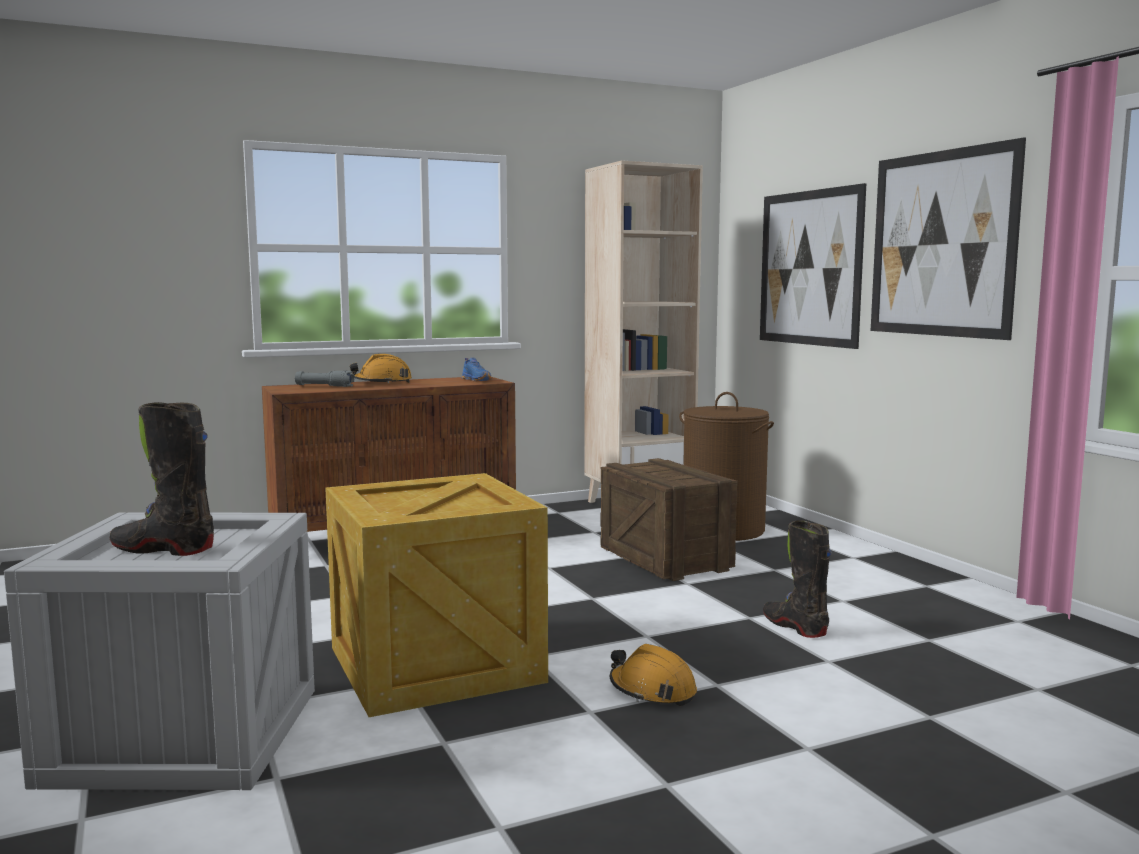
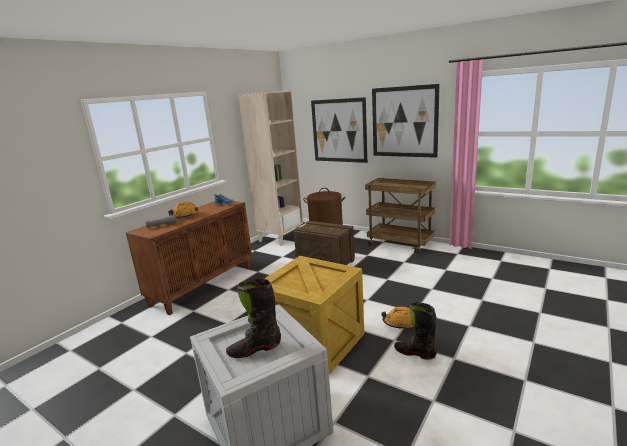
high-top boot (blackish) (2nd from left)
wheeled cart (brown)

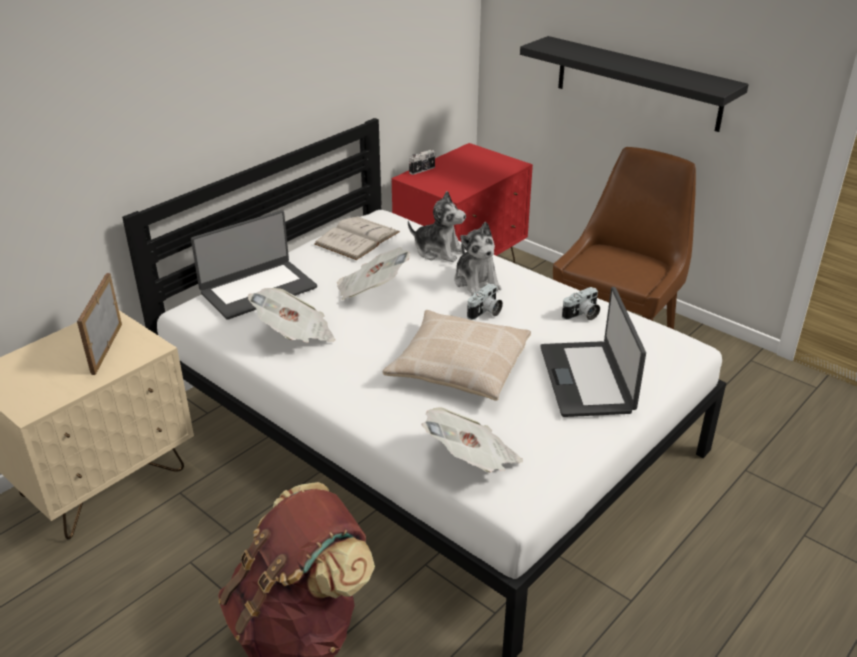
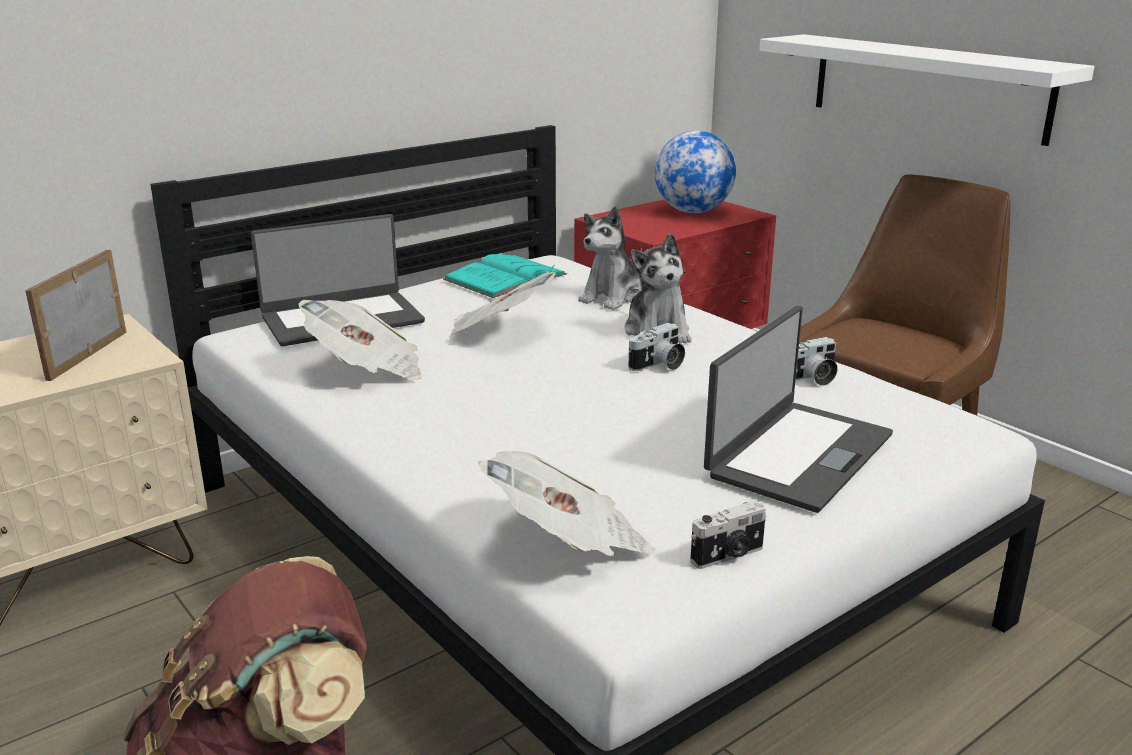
bound book (turquoise)
pillow (beige)
plush toy (1st from left)
still camera (2nd from left)
bracket shelf (white)
notebook computer (2nd from left)
globe

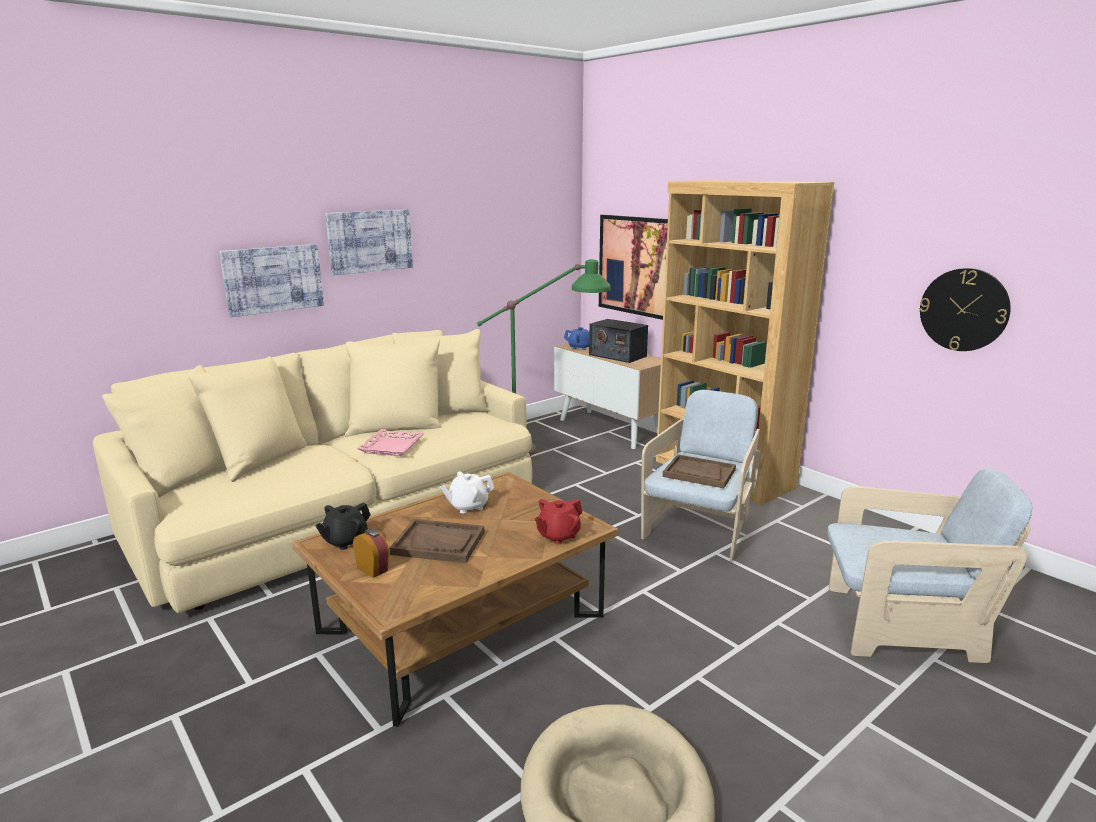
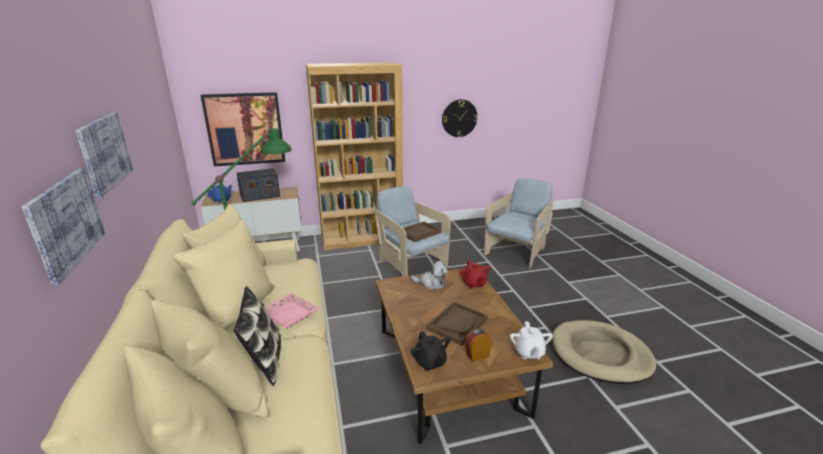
pot for tea (white)
pillow
plush toy

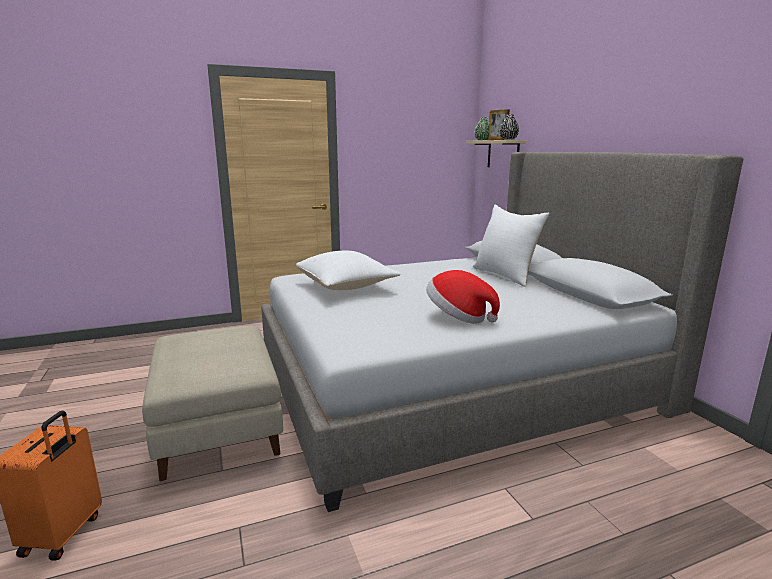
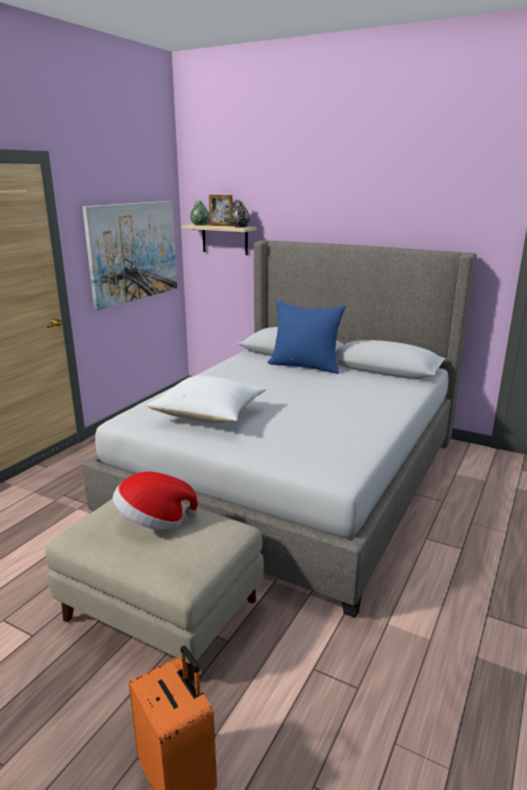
clothing hat
pillow (blue-coloured)
picture

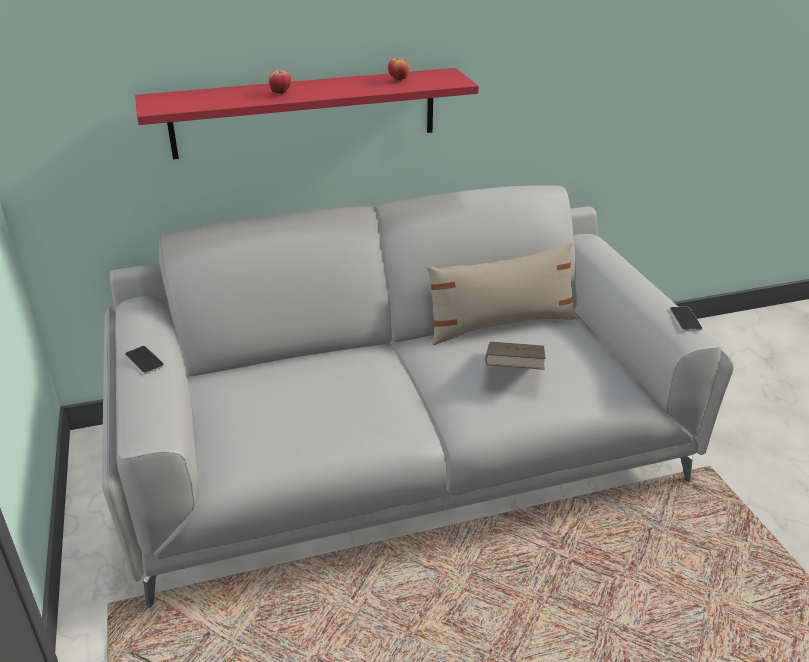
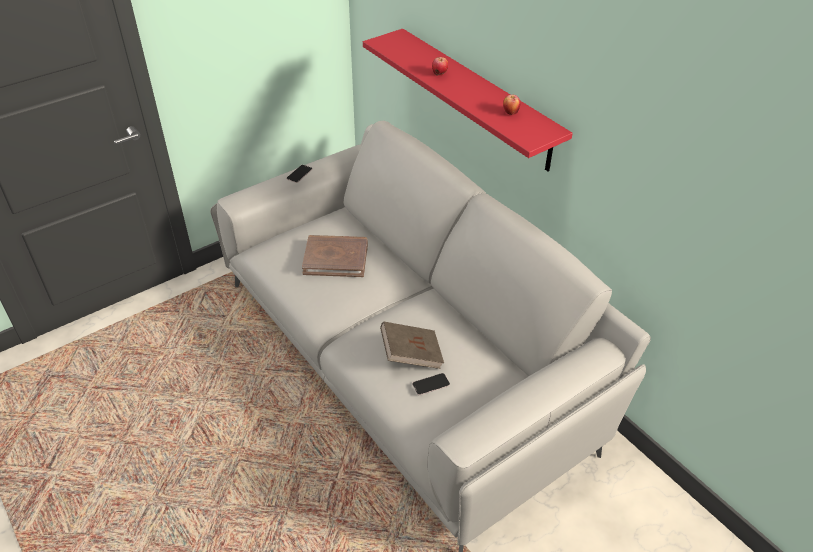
pillow (beige)
telephone (2nd from left)
bound book (brown) (1st from left)

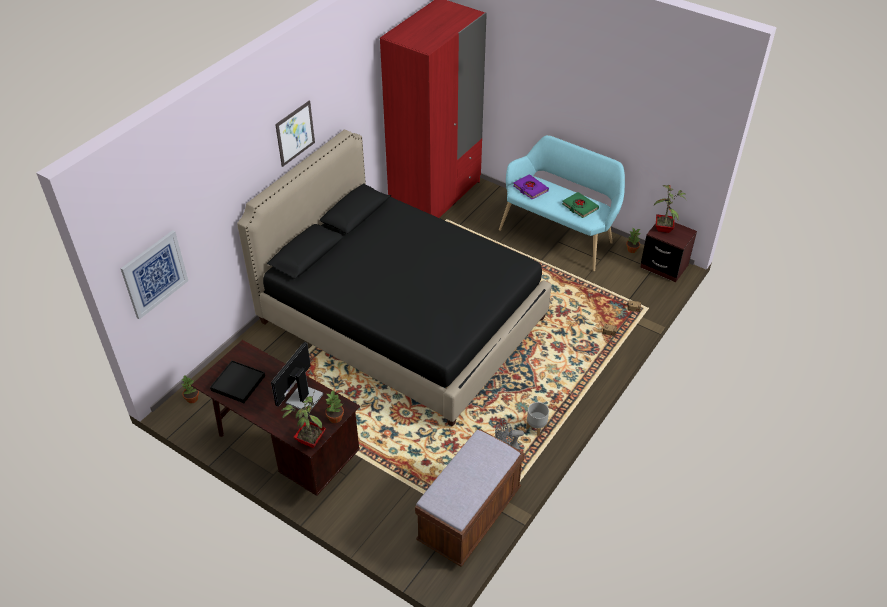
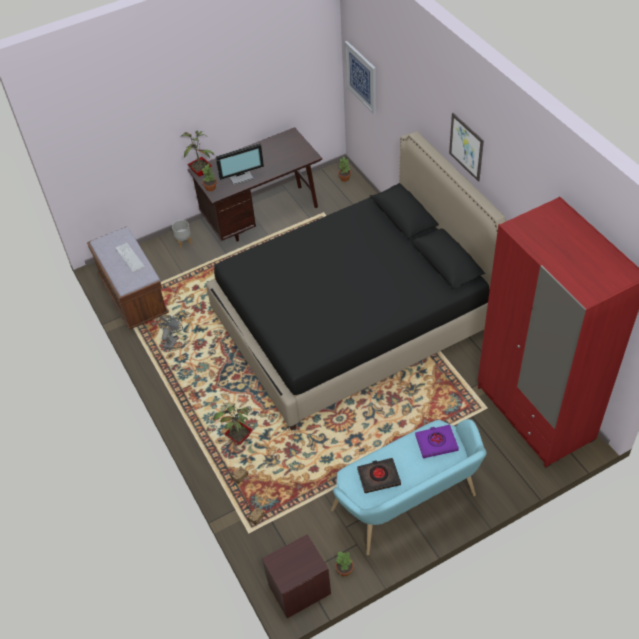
carrying tray (blackish)
computer screen
planter (greyish)
bound book (blackish)
houseplant (3rd from left)
computer keyboard

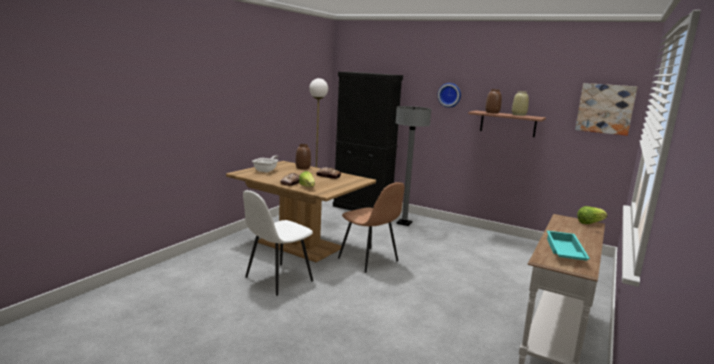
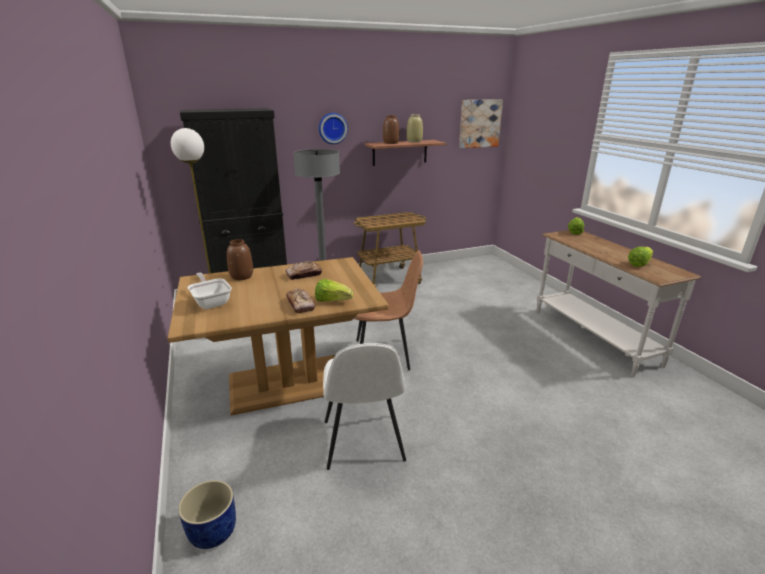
lettuce head (3rd from left)
planter (blue-coloured)
wheeled cart

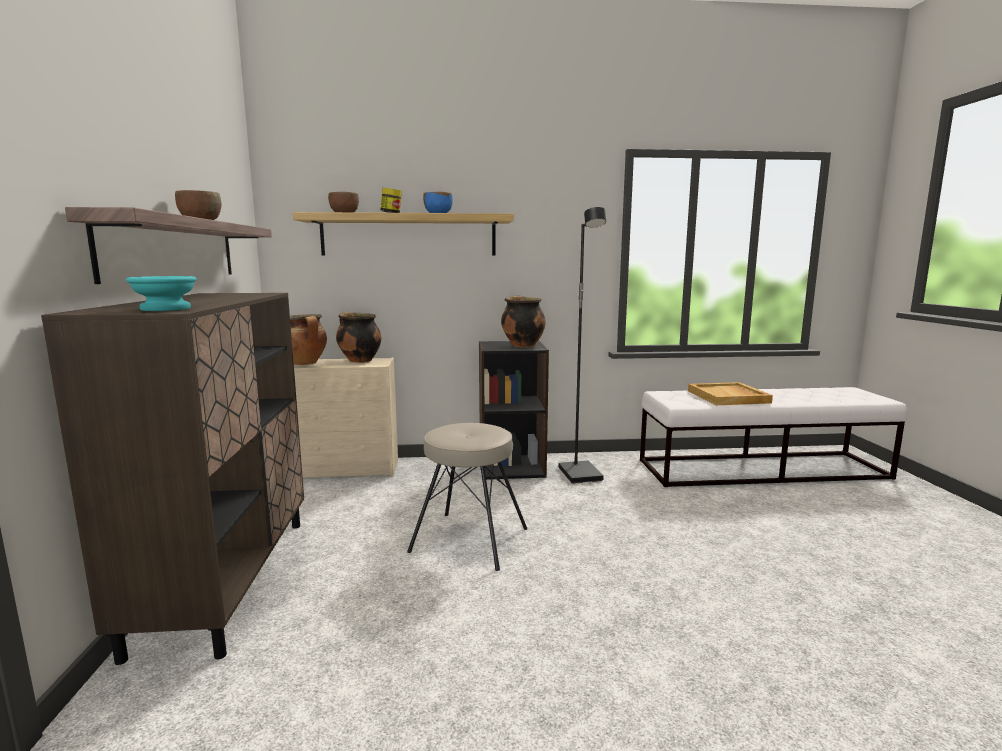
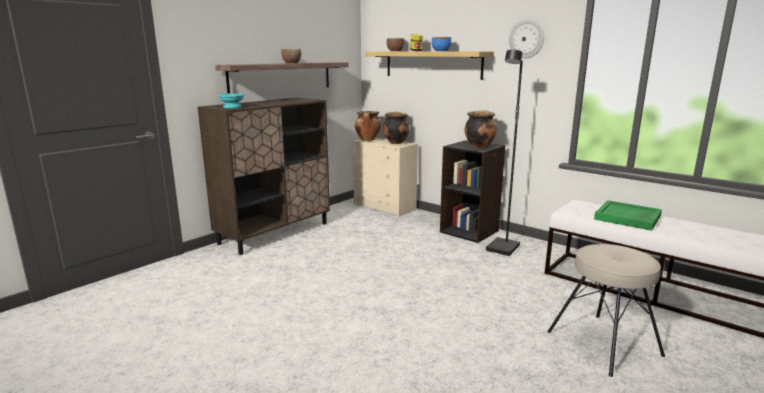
stool (beige)
carrying tray (green)
wall clock

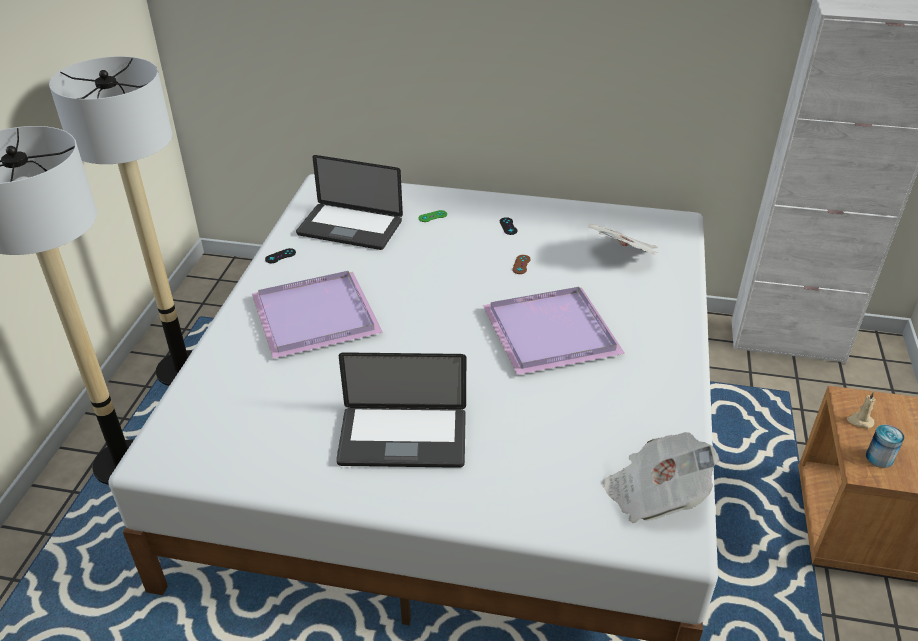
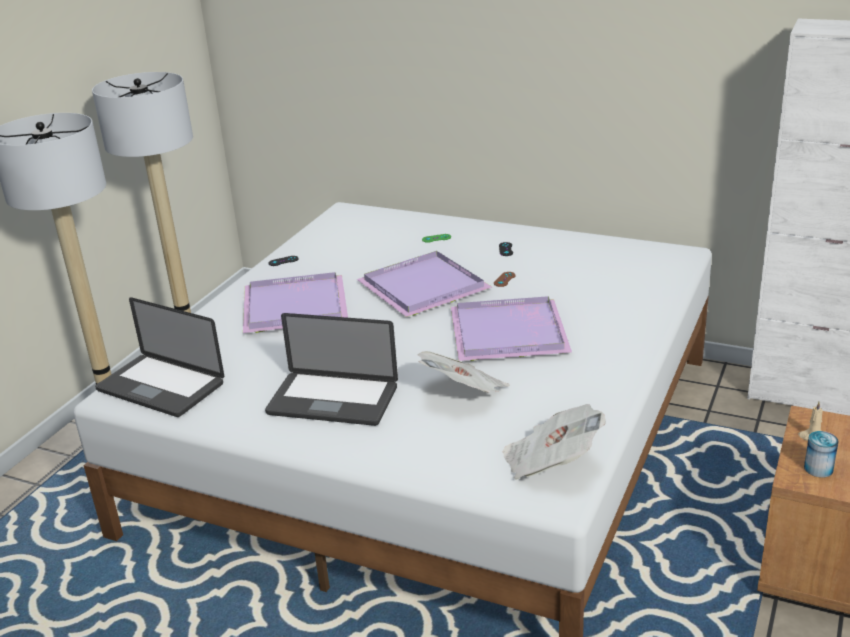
notebook computer (1st from left)
daily paper (1st from left)
carrying tray (purple) (2nd from left)

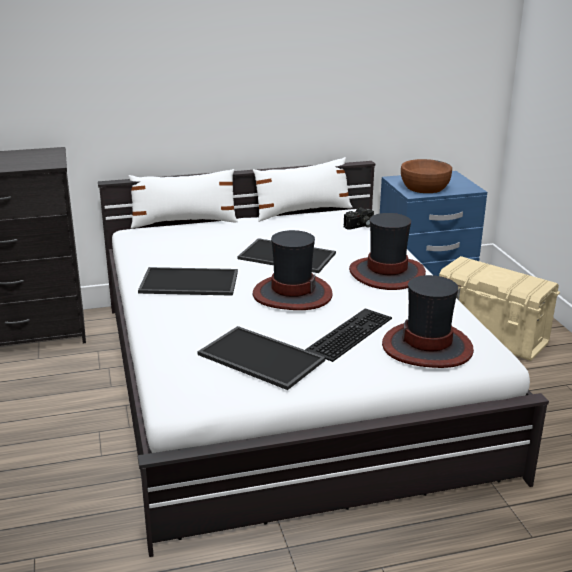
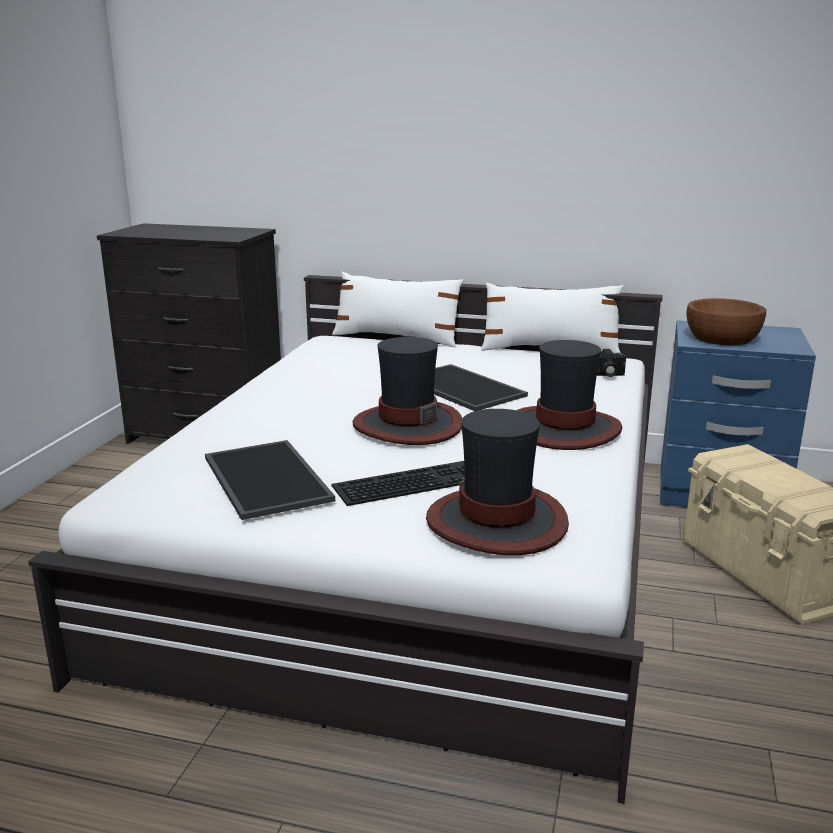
carrying tray (1st from left in the first image)

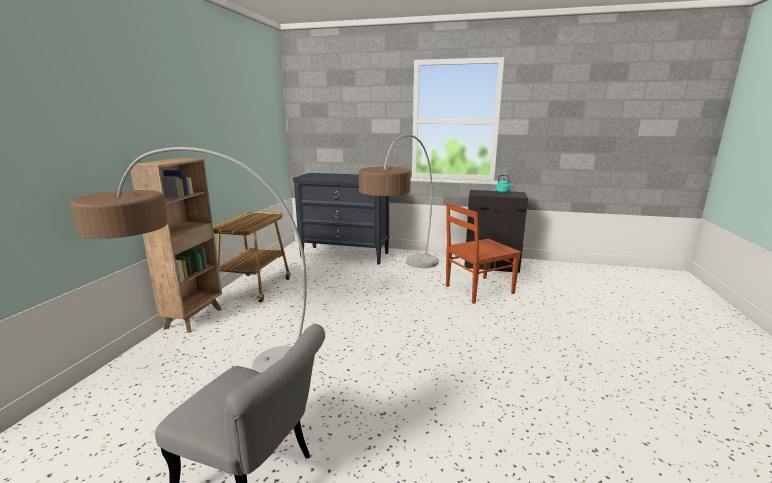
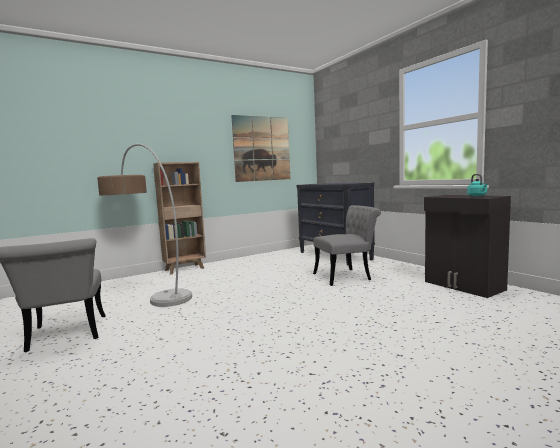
wheeled cart
upright chair (greyish) (2nd from left)
upright chair (brown)
picture

